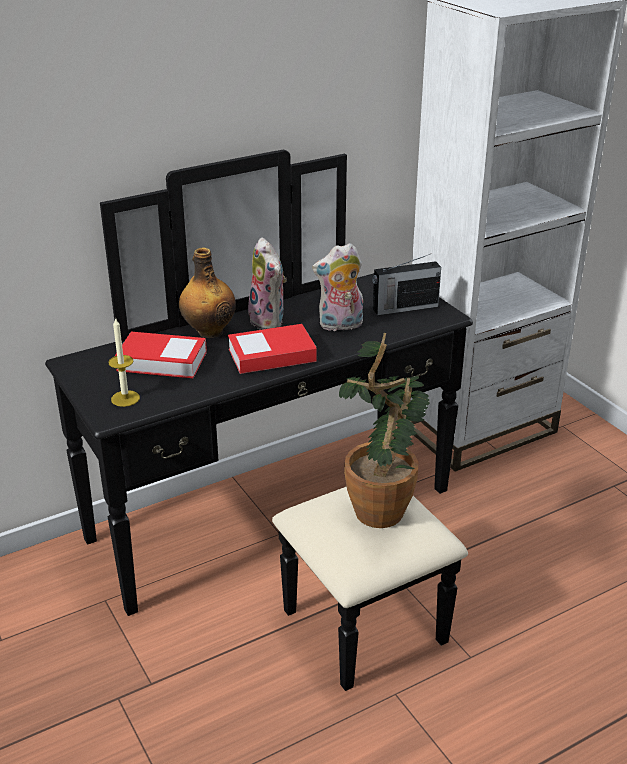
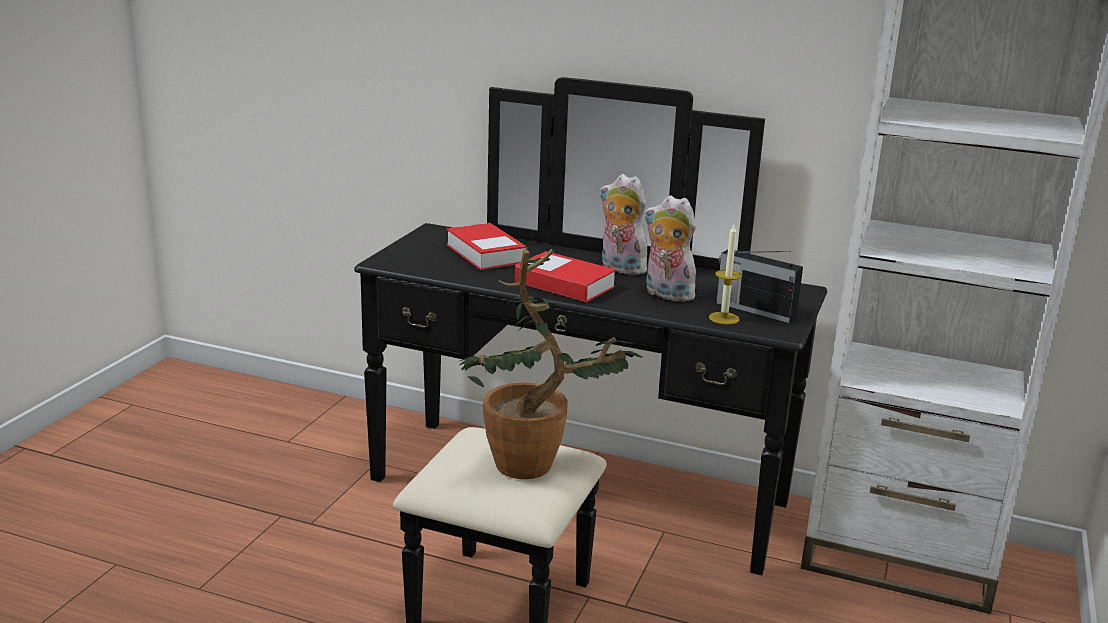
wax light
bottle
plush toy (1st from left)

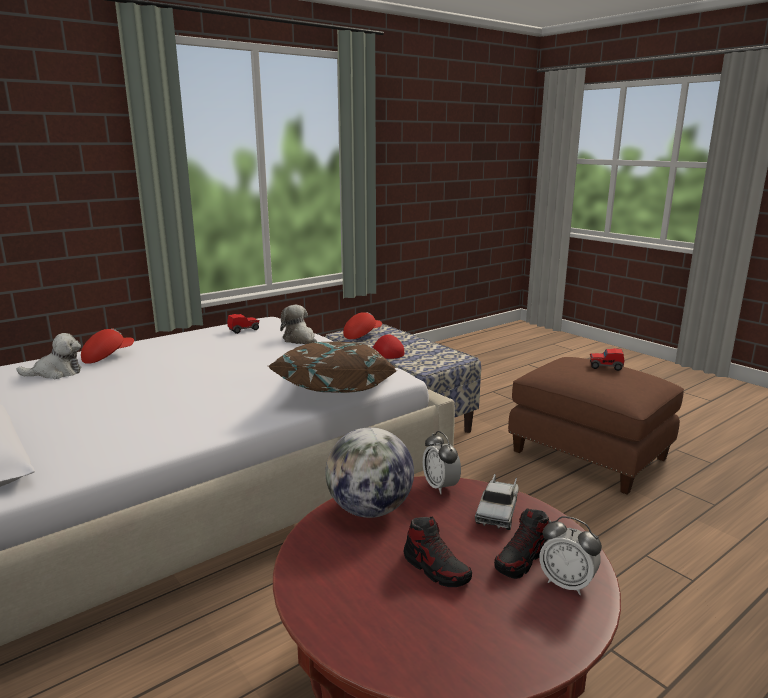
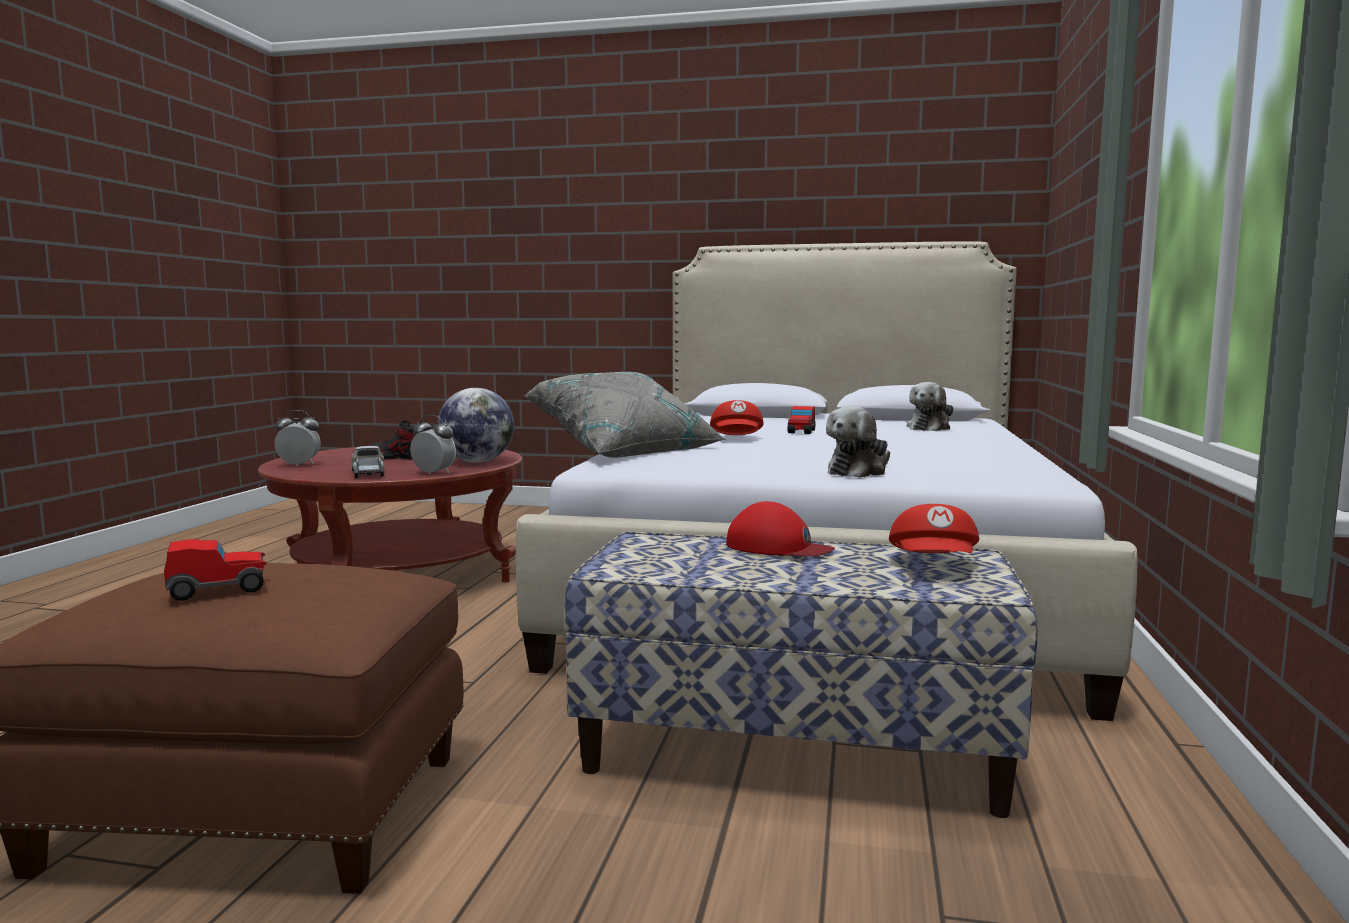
cap (red-coloured) (1st from left)
miniature car (2nd from left)
pillow (greyish)
plush toy (1st from left)
shoe (2nd from left in the first image)

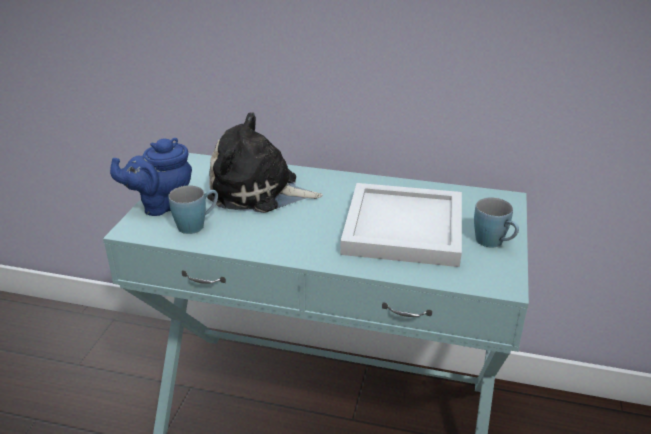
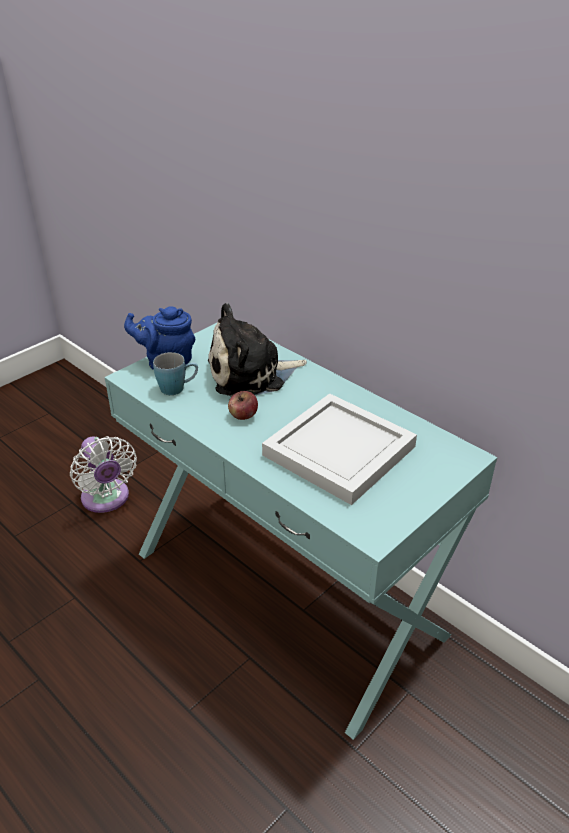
plush toy
coffee mug (blue-coloured) (2nd from left in the first image)
fan (white)
whole apple

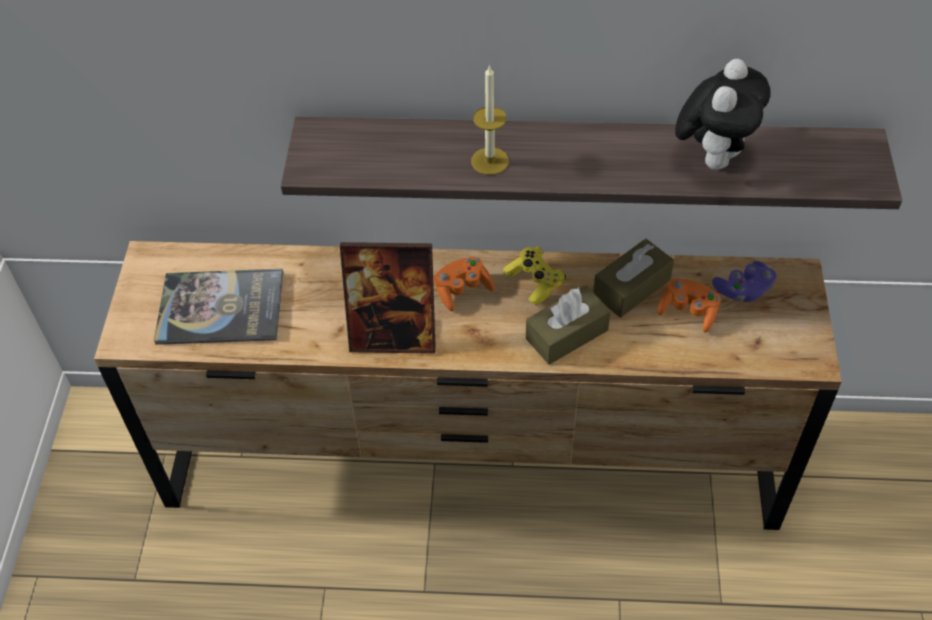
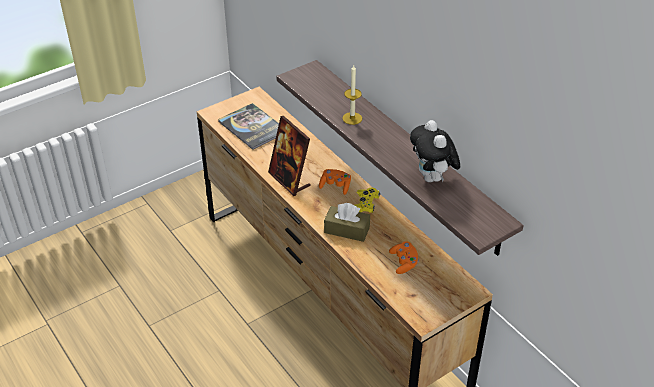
box of tissues (brown) (2nd from left in the first image)
plush toy
game controller (purple)

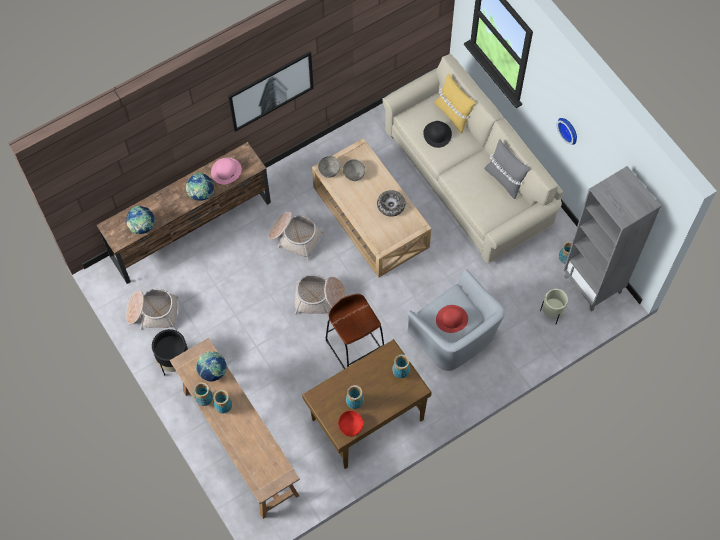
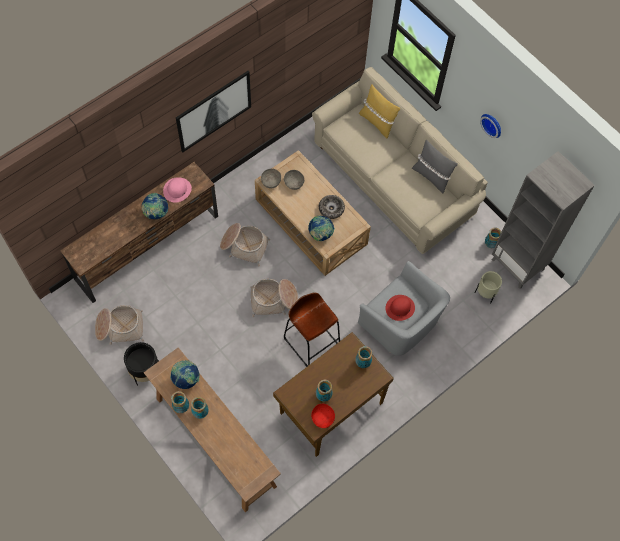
globe (3rd from left)
clothing hat (blackish)

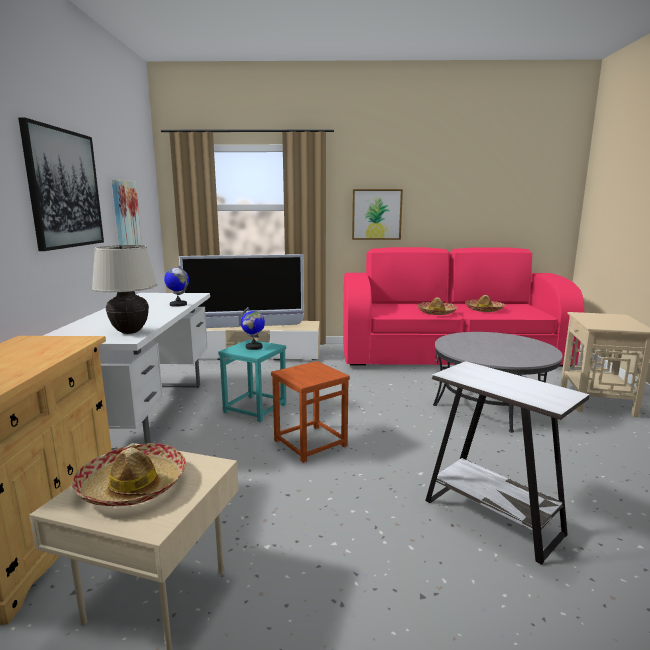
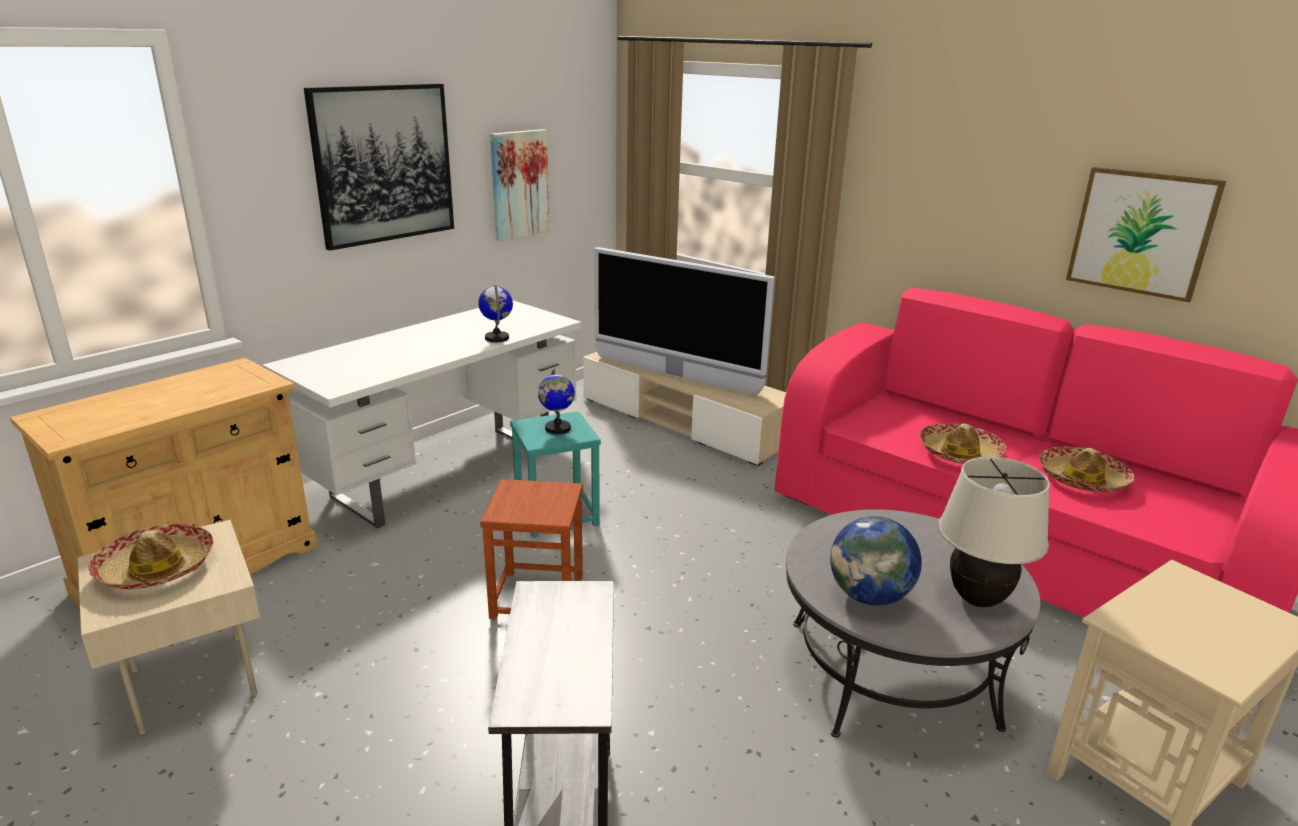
table lamp (beige)
picture (3rd from left)
globe (3rd from left)

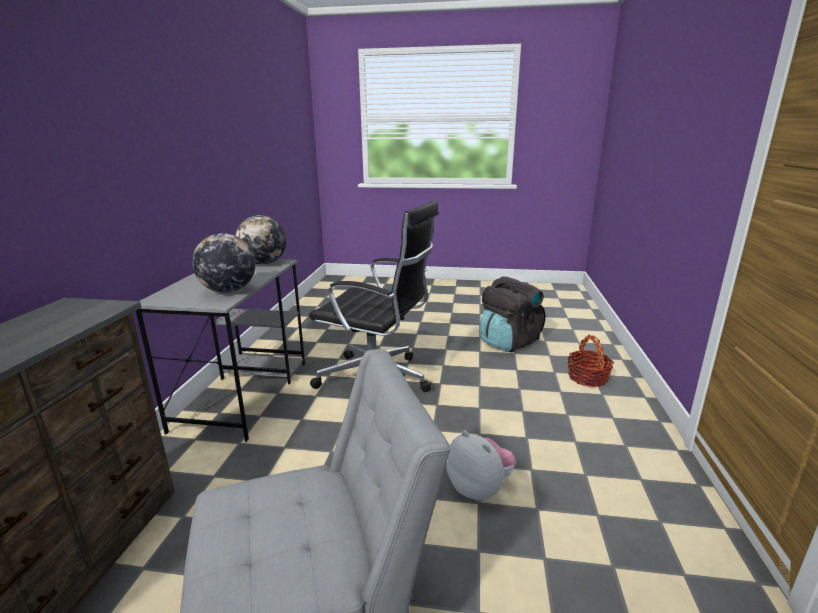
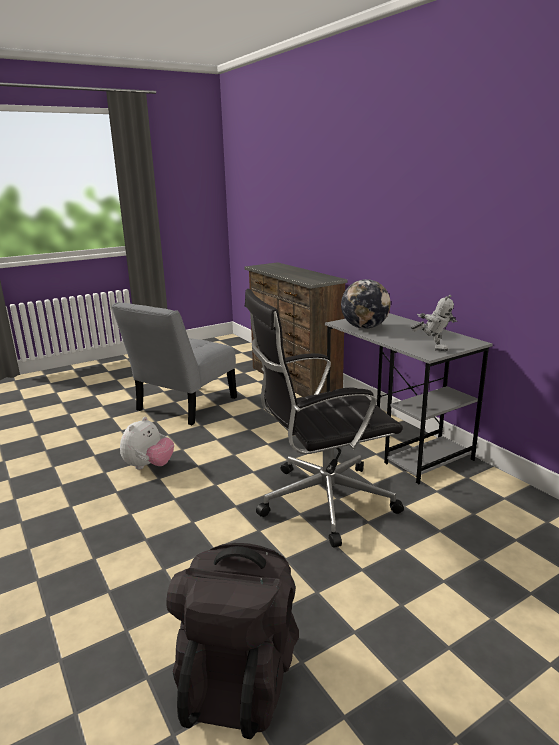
robot figure
plush toy
household basket

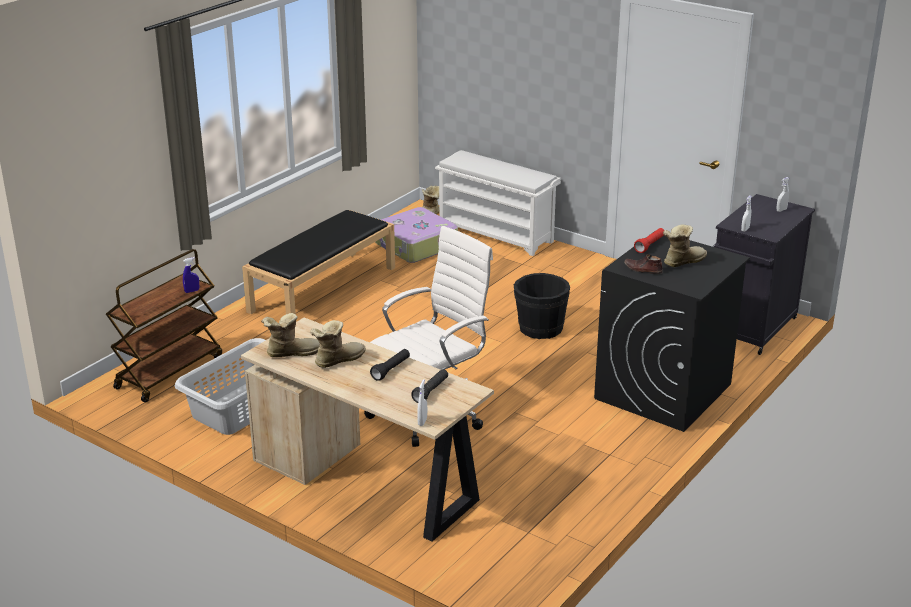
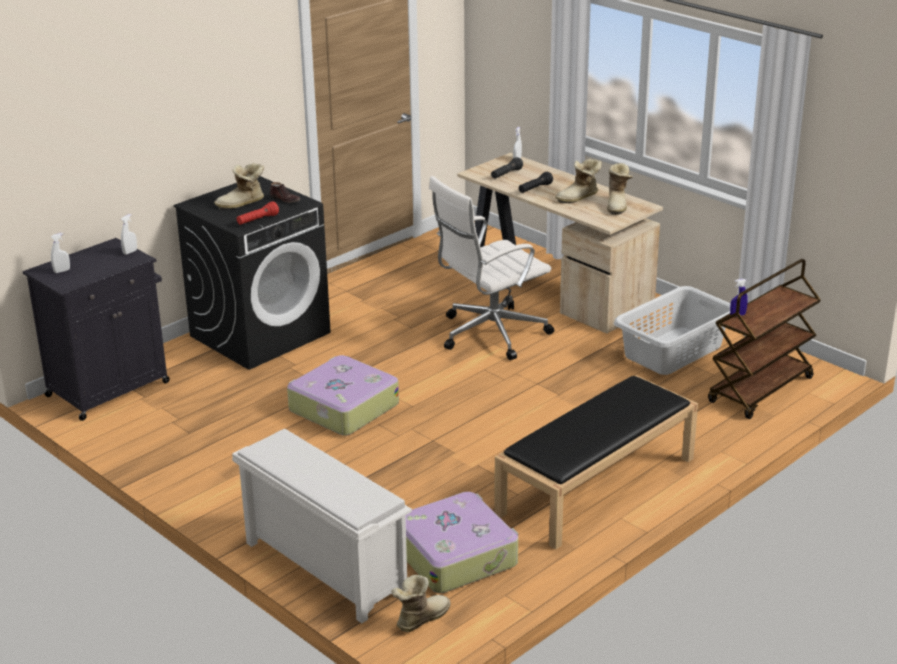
high-top boot (4th from left)
suitcase (1st from left)

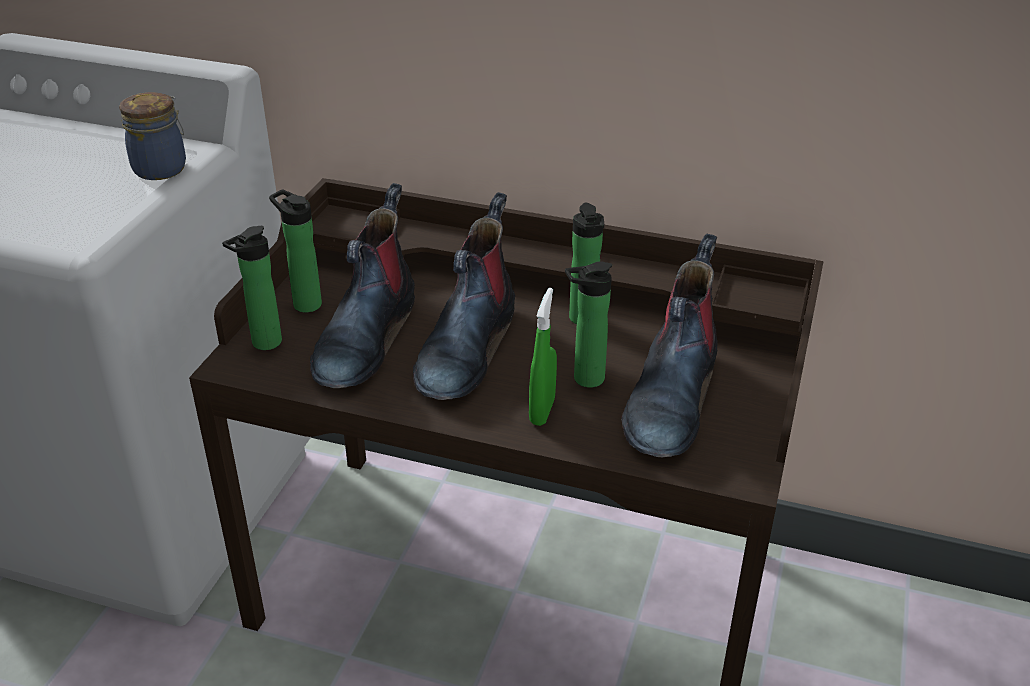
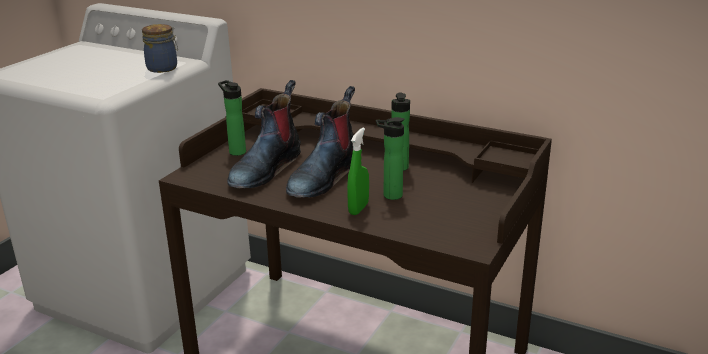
bottle (1st from left in the first image)
high-top boot (3rd from left in the first image)

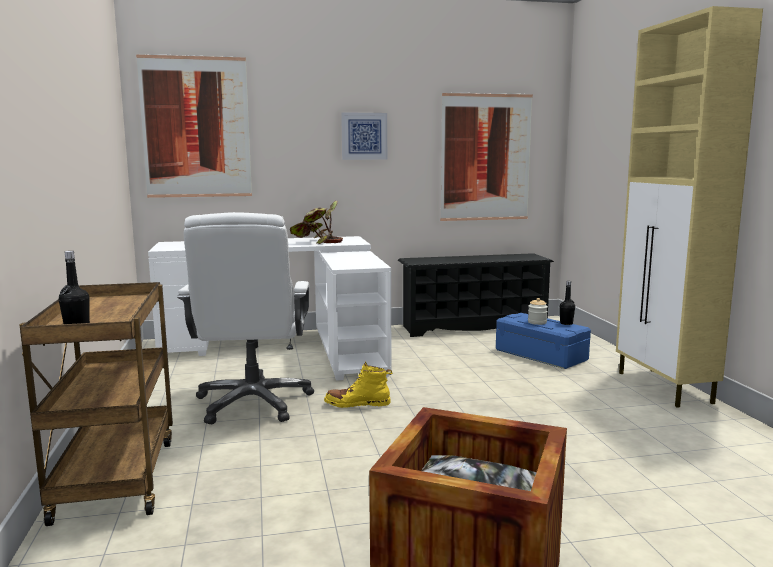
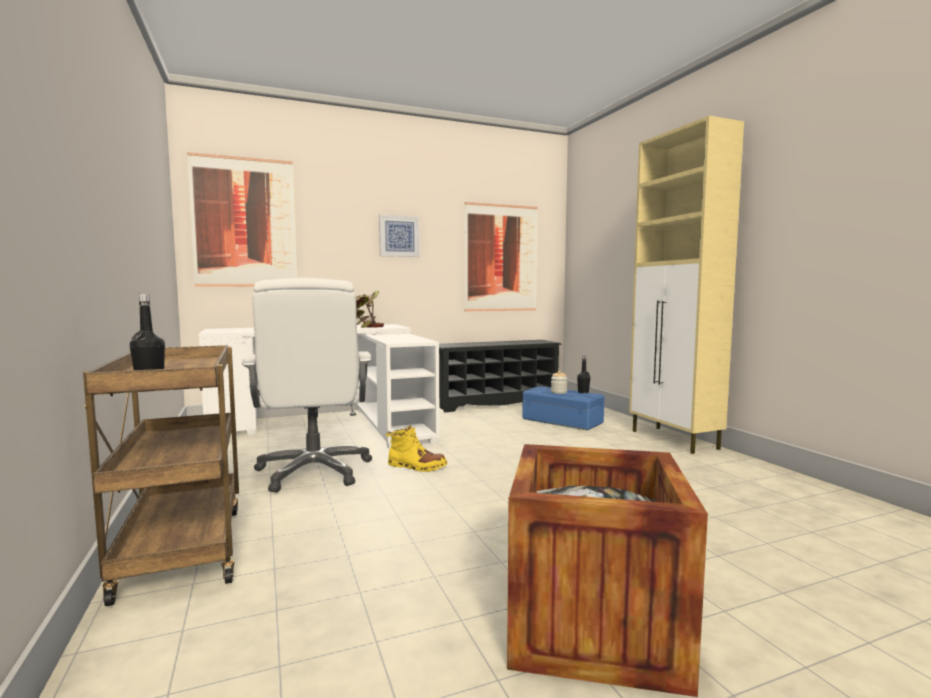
high-top boot (yellowish)

